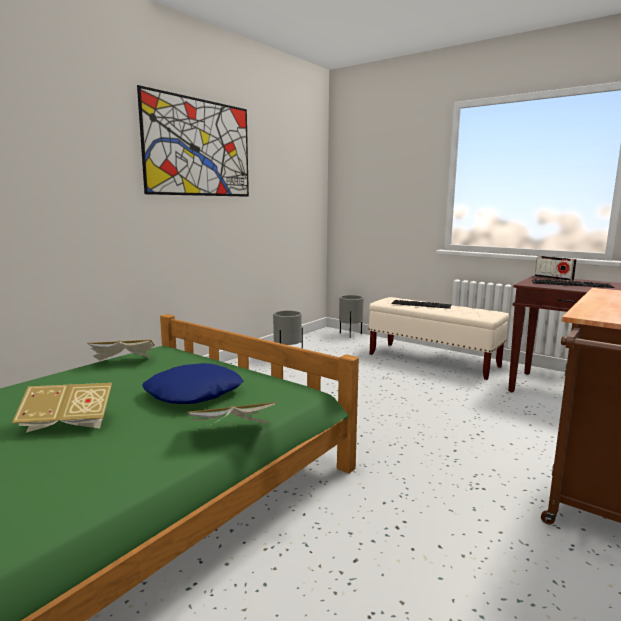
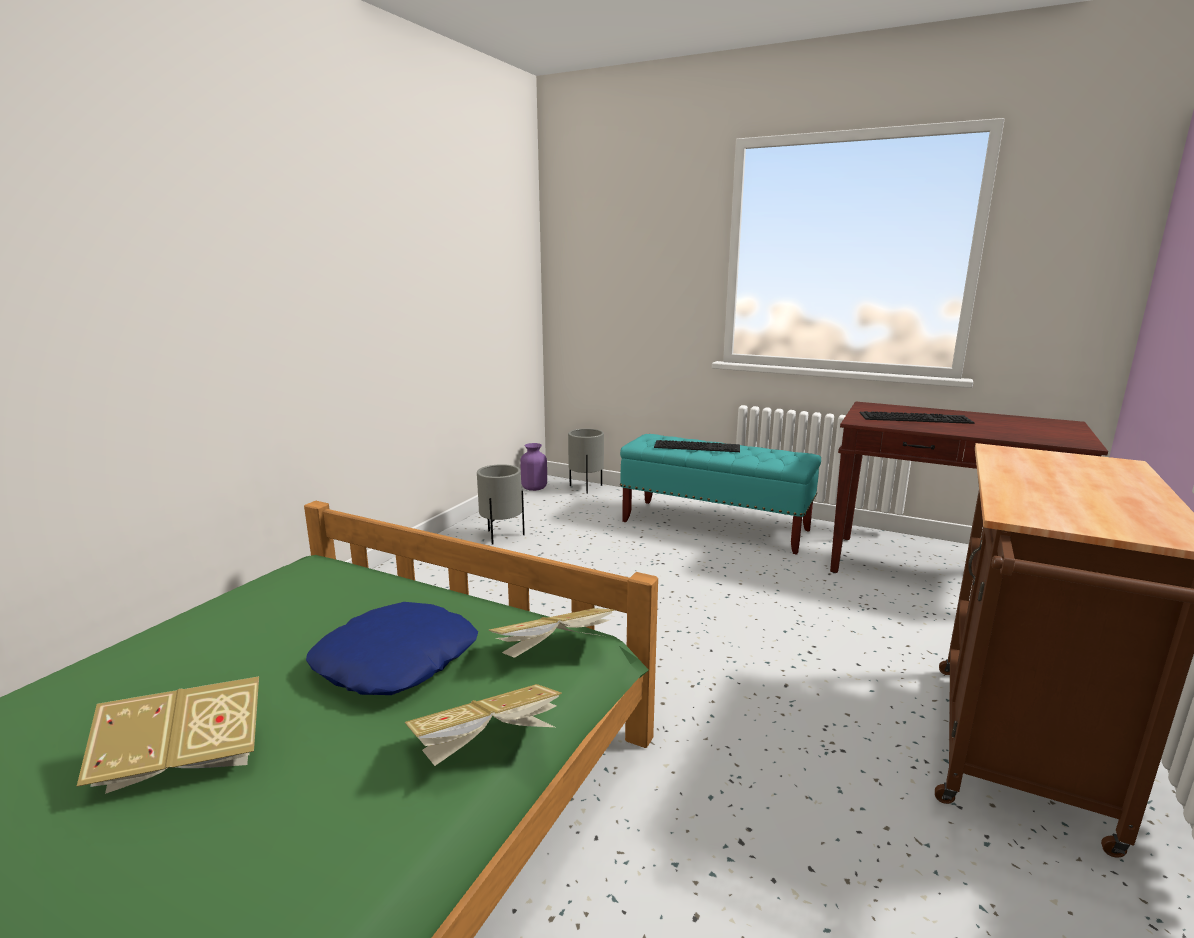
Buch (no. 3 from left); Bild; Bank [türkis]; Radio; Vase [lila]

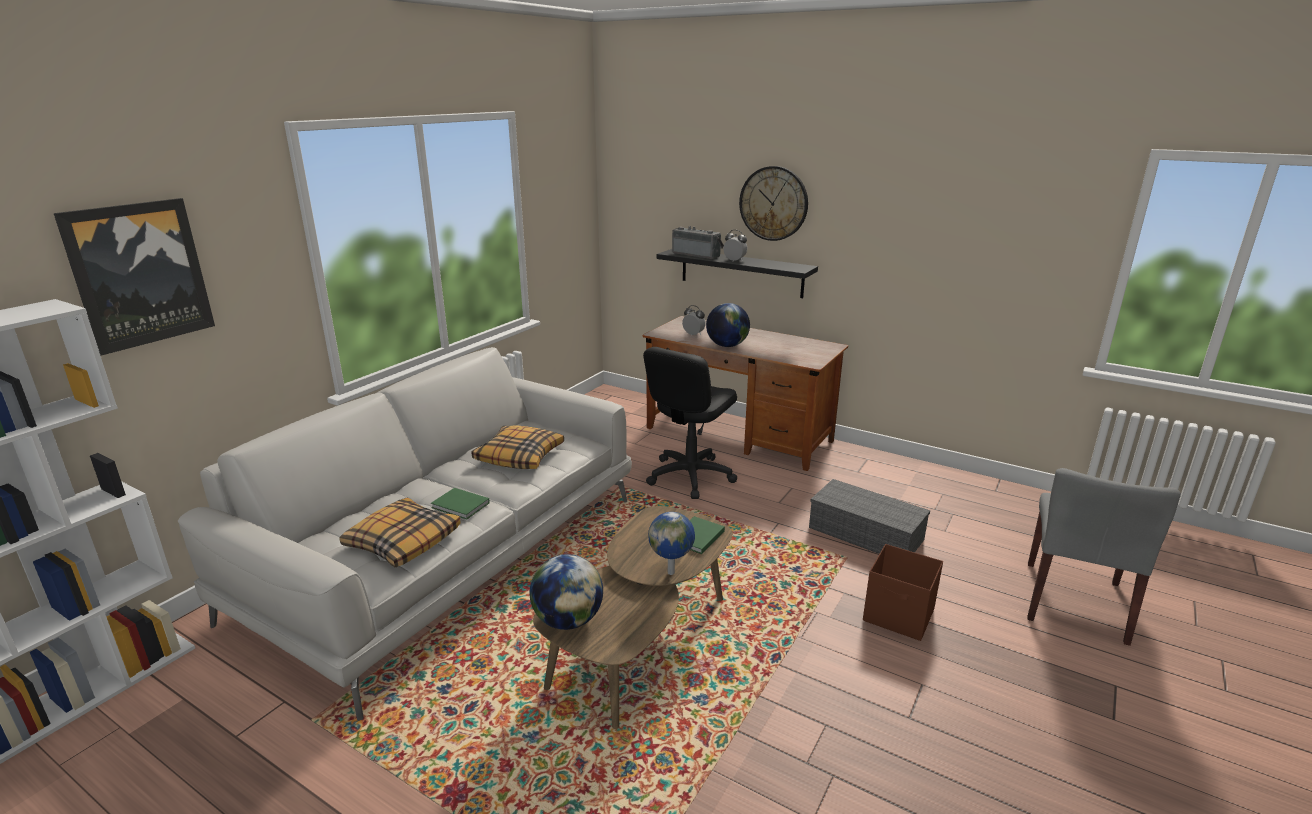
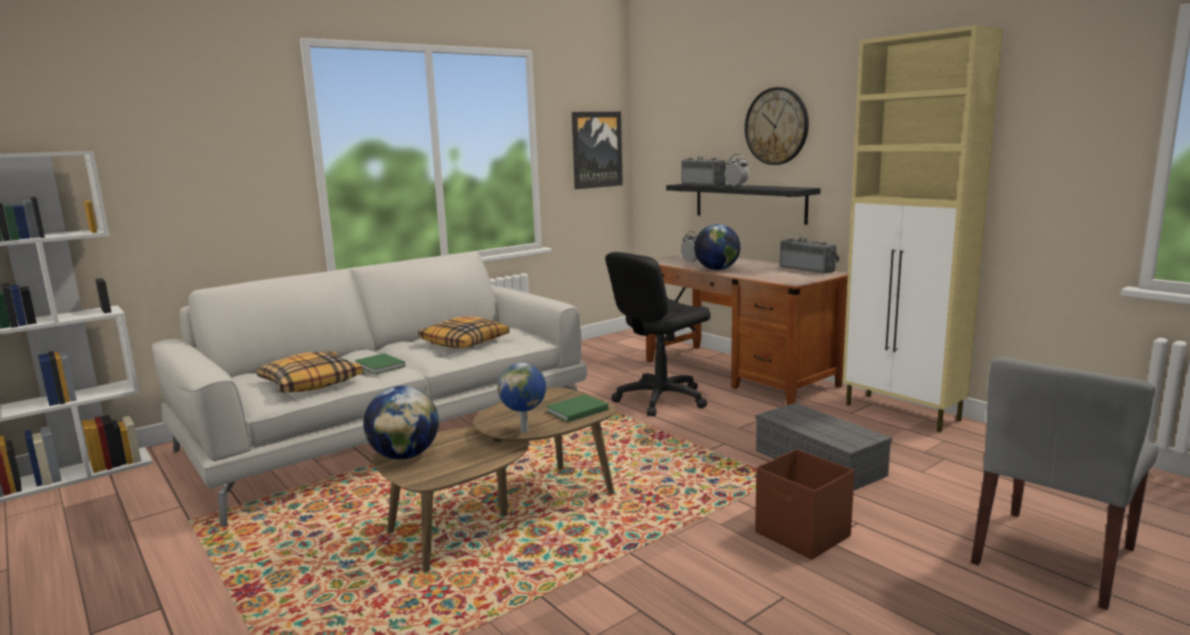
Bild; Radio (no. 2 from left); Schrank [beige]

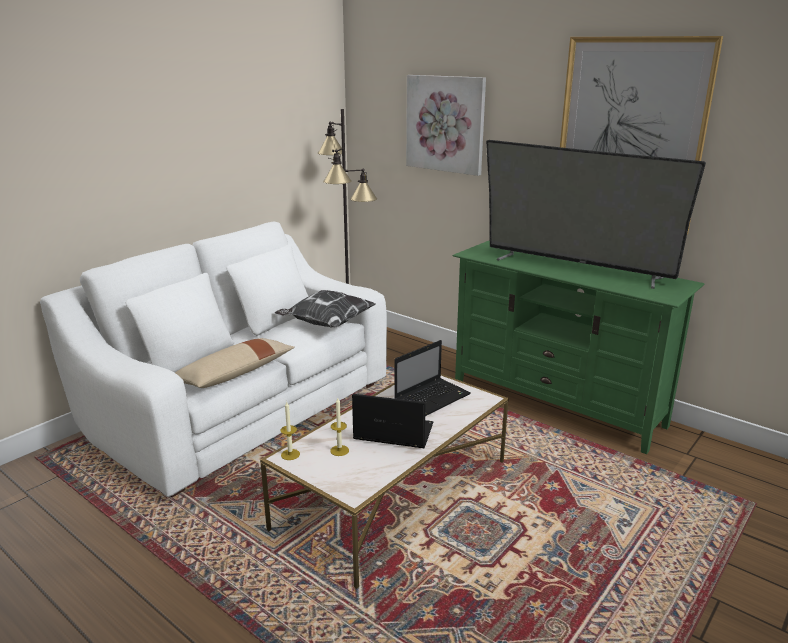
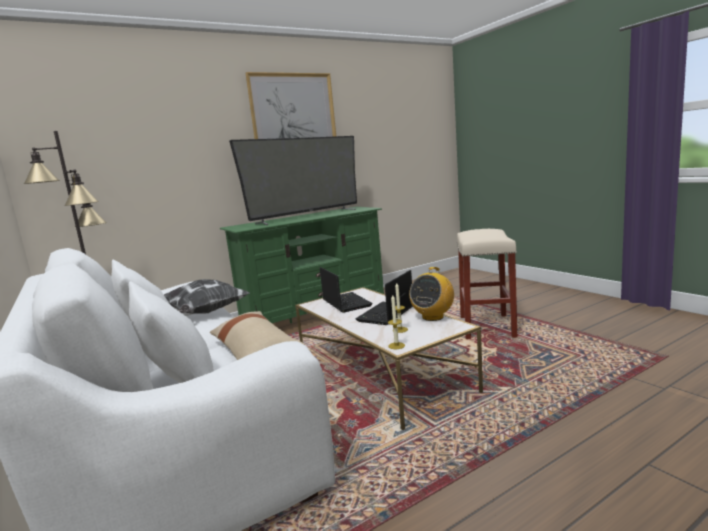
Bild (no. 1 from left in the first image); Radio; Hocker [beige]

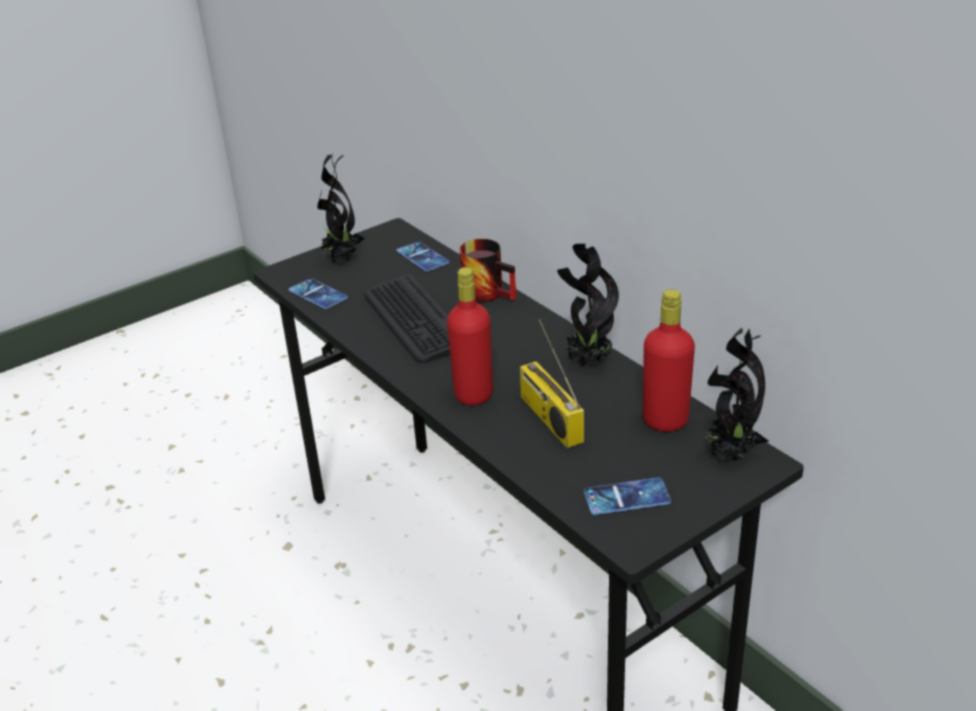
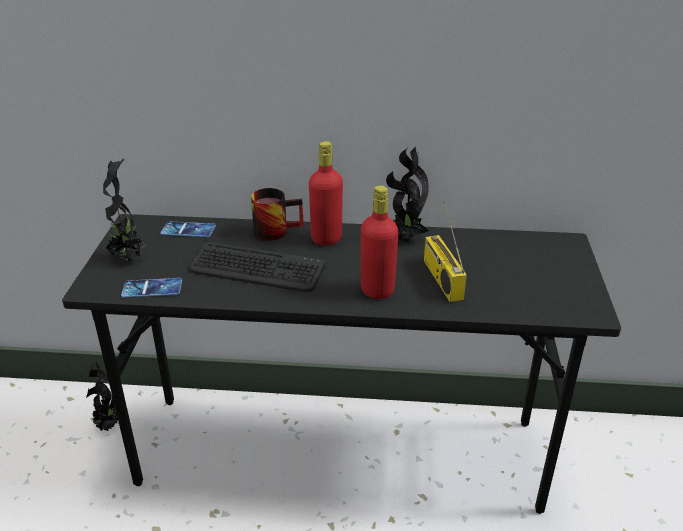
Radio; Handy (no. 3 from left in the first image); Flasche [rot] (no. 1 from left); Topfpflanze (no. 1 from left)

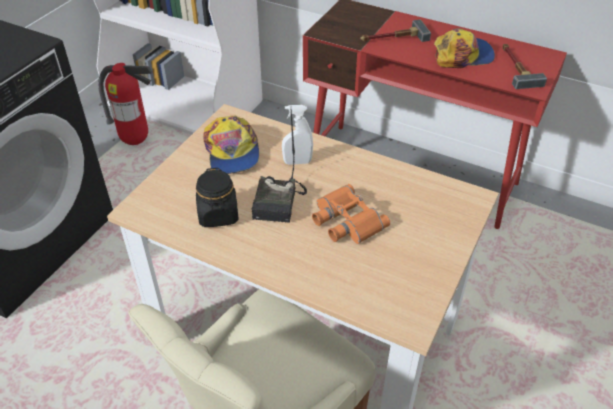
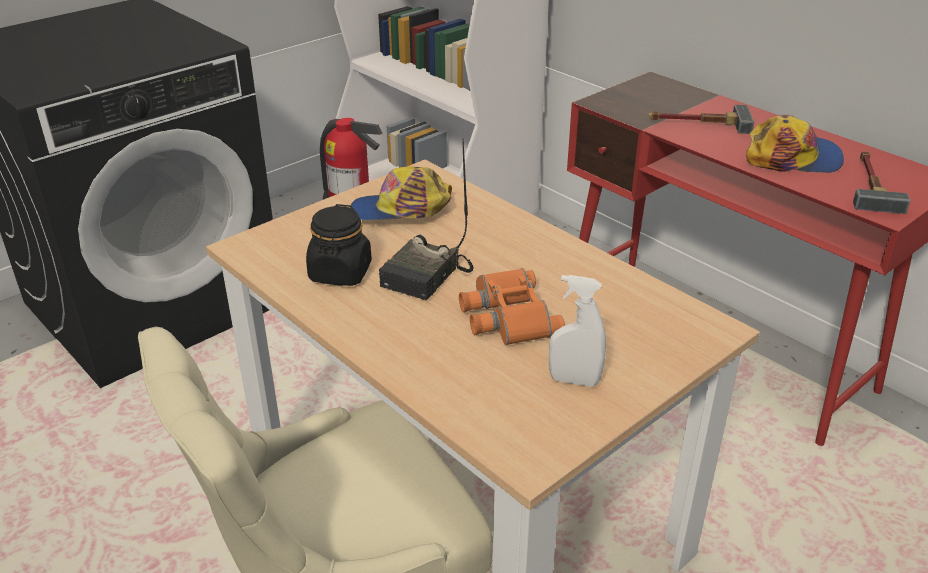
Kappe (no. 1 from left); Sprühflasche [weiß]

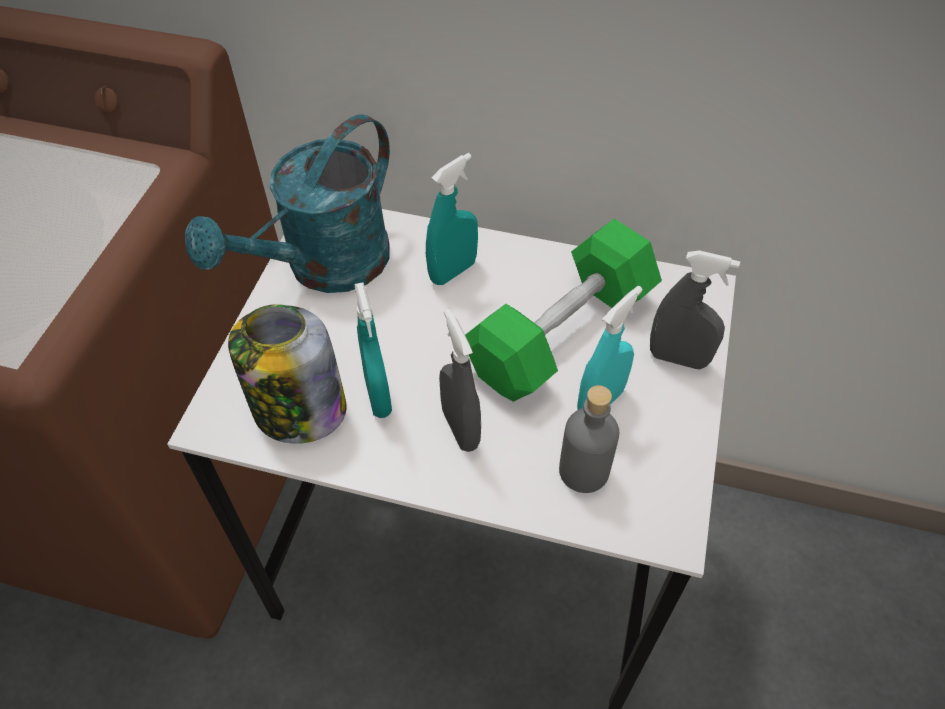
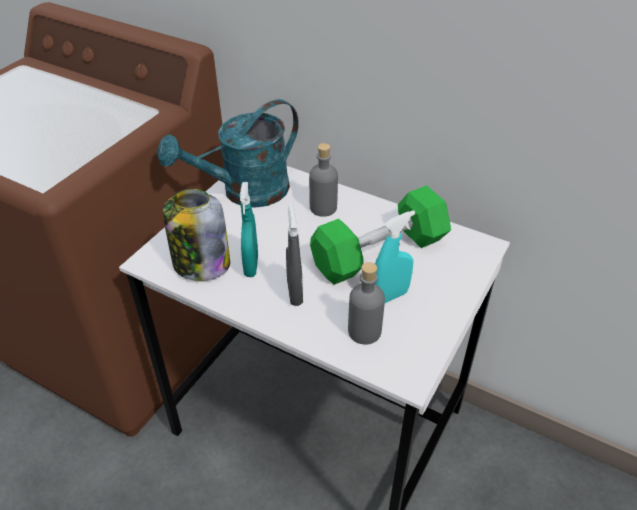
Flasche [grau] (no. 1 from left); Sprühflasche [grau] (no. 2 from left in the first image)

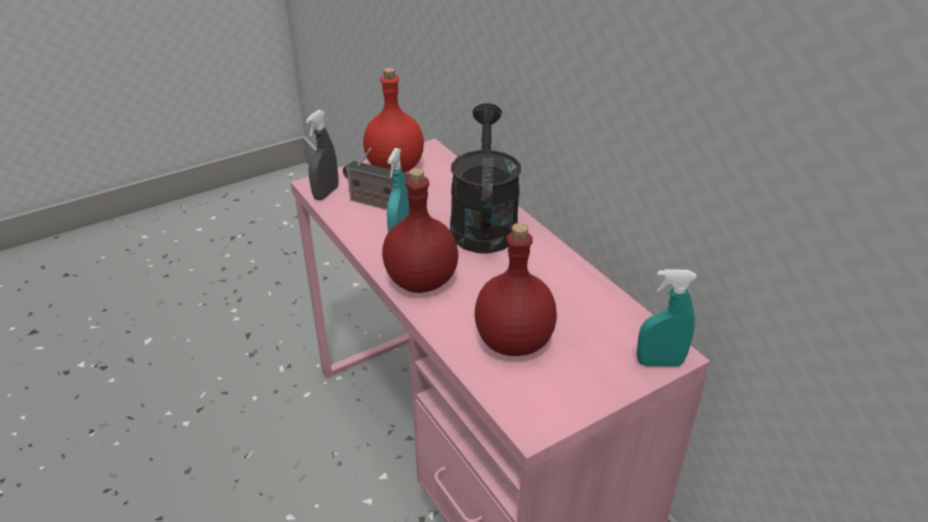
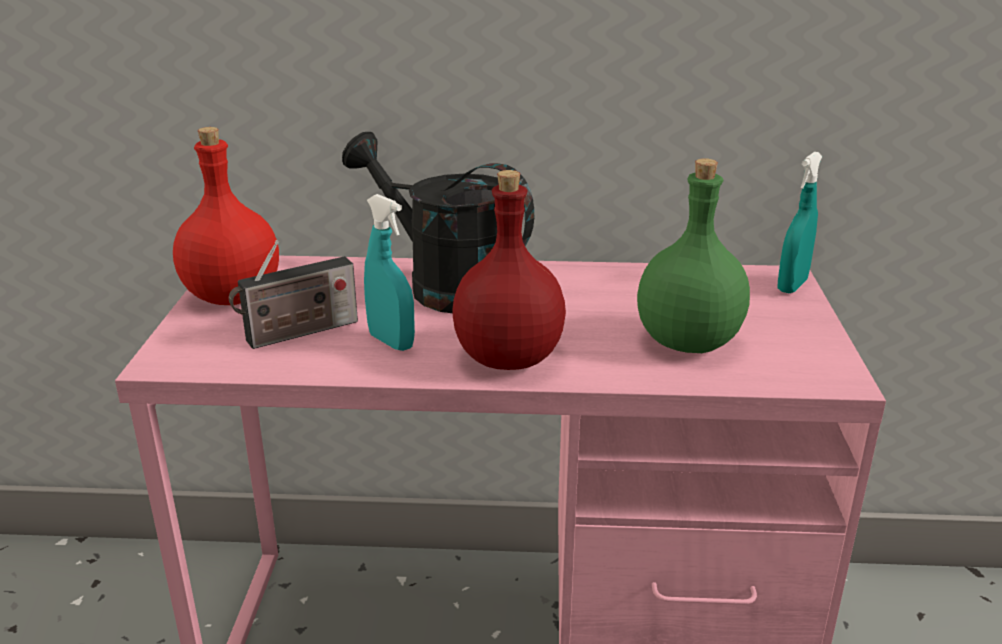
Sprühflasche [grau]; Flasche [grün]

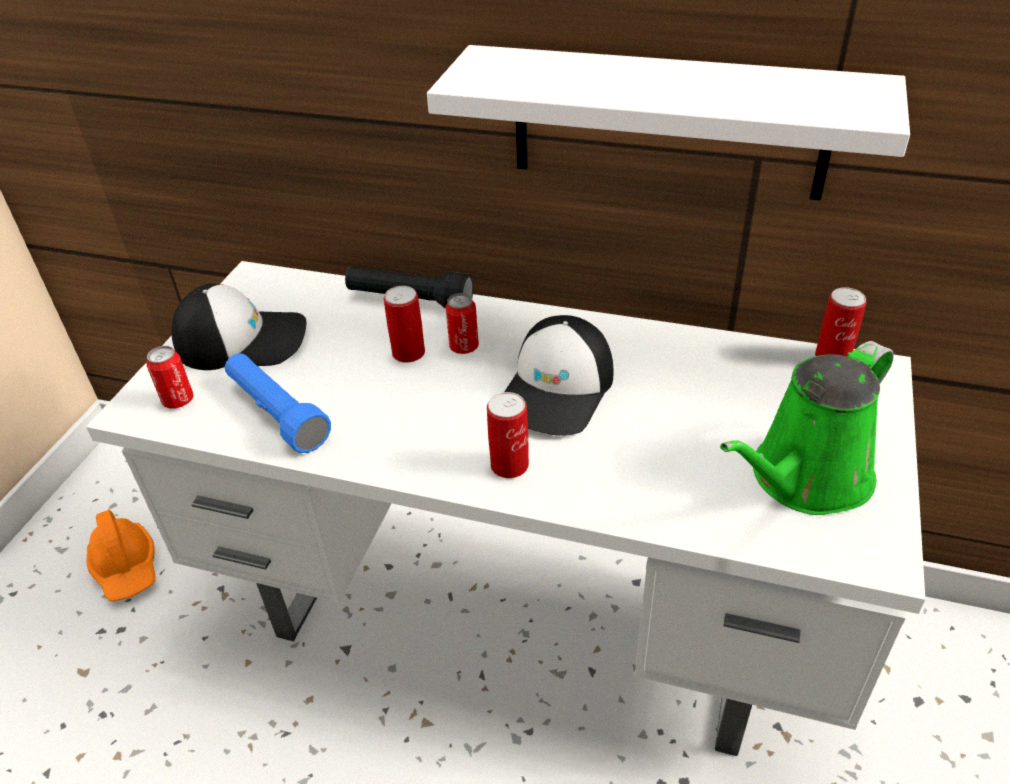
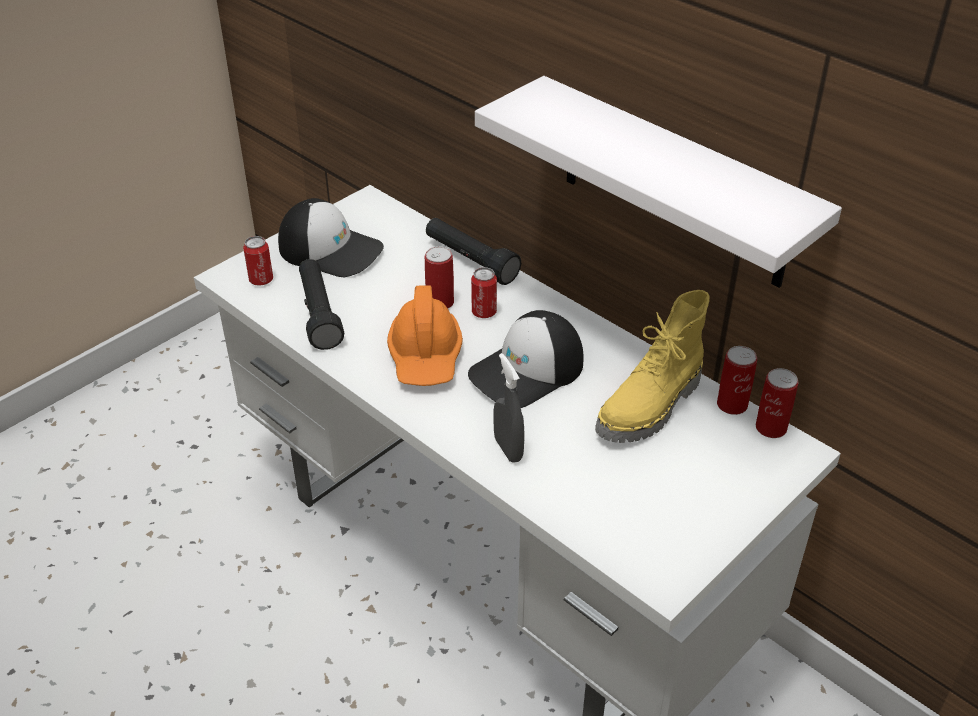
Schutzhelm [orange]; Taschenlampe [schwarz] (no. 1 from left); Dose (no. 4 from left); Gießkanne [grün]; Sprühflasche [grau]; Stiefel [gelb]

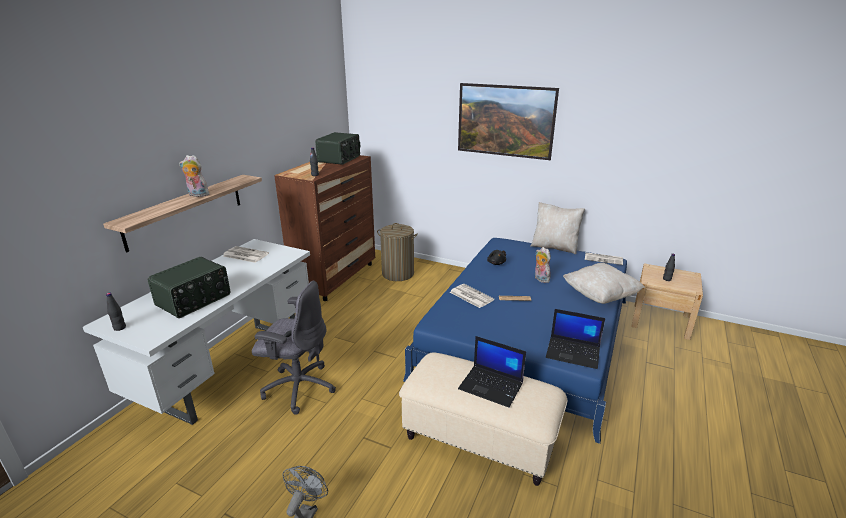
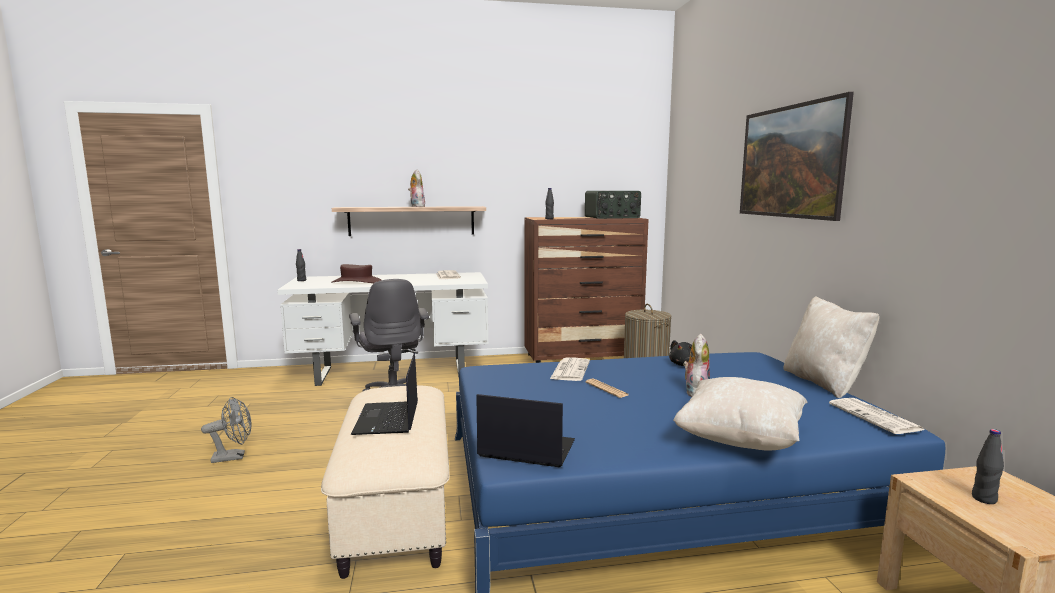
Hut [braun]; Laptop (no. 2 from left)

